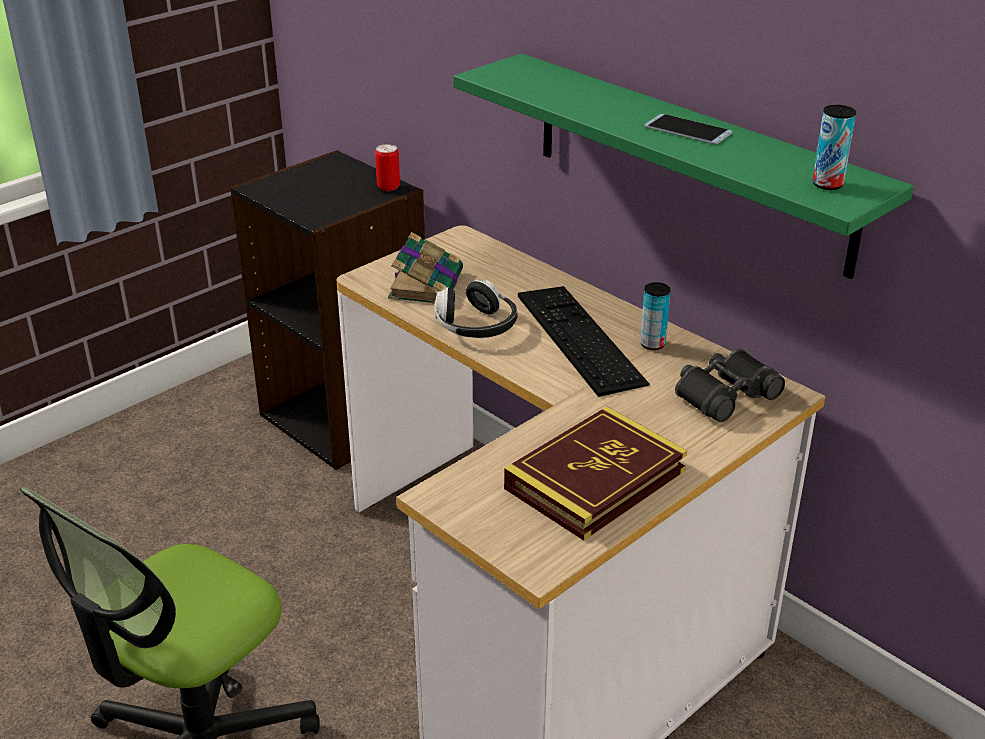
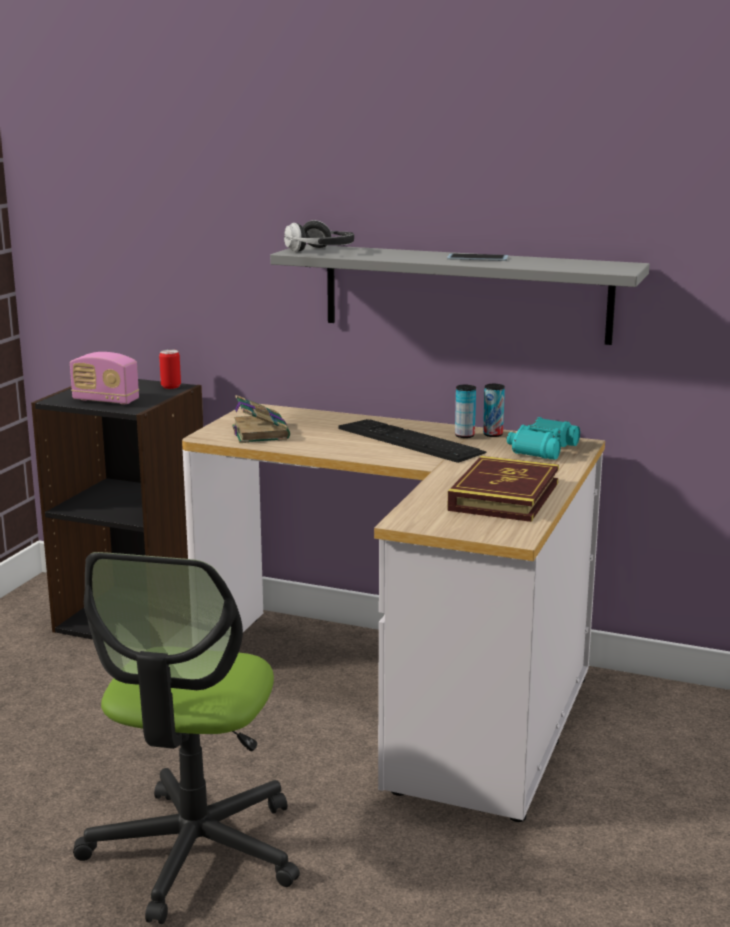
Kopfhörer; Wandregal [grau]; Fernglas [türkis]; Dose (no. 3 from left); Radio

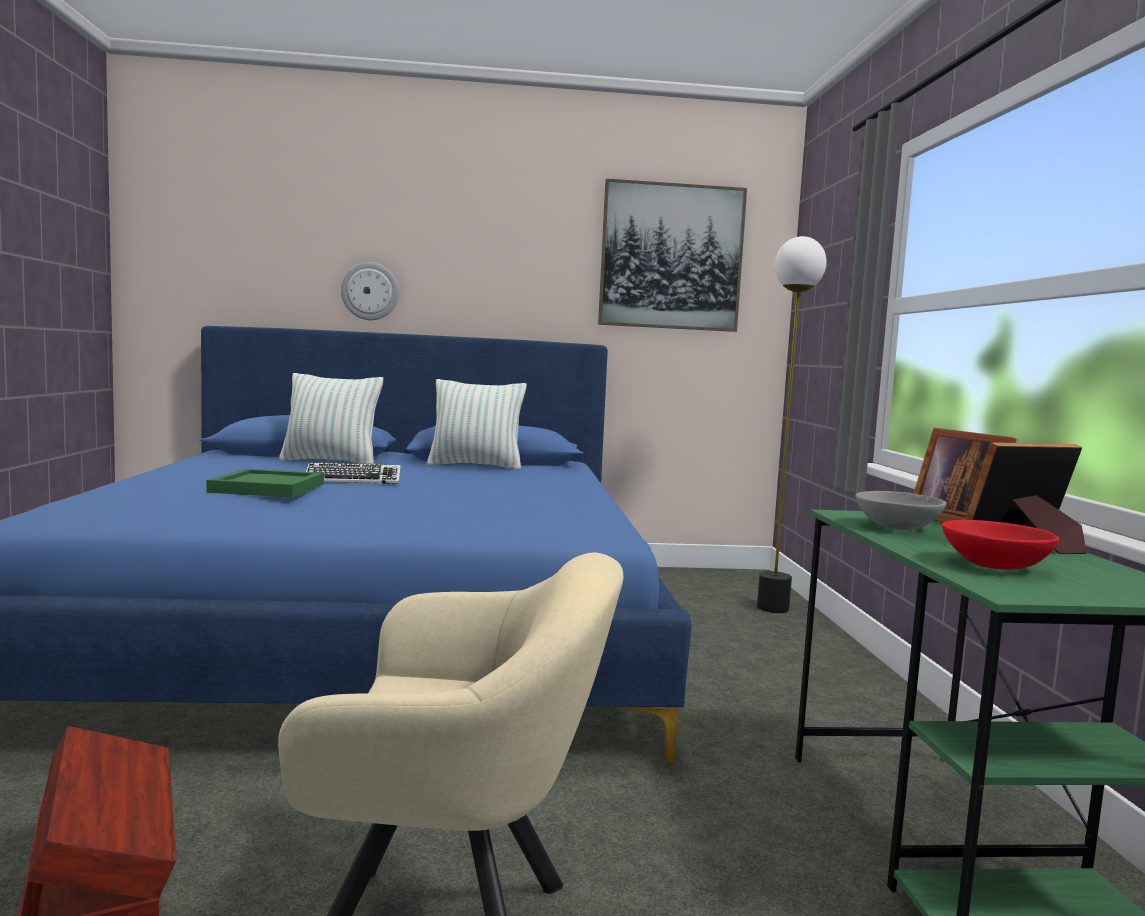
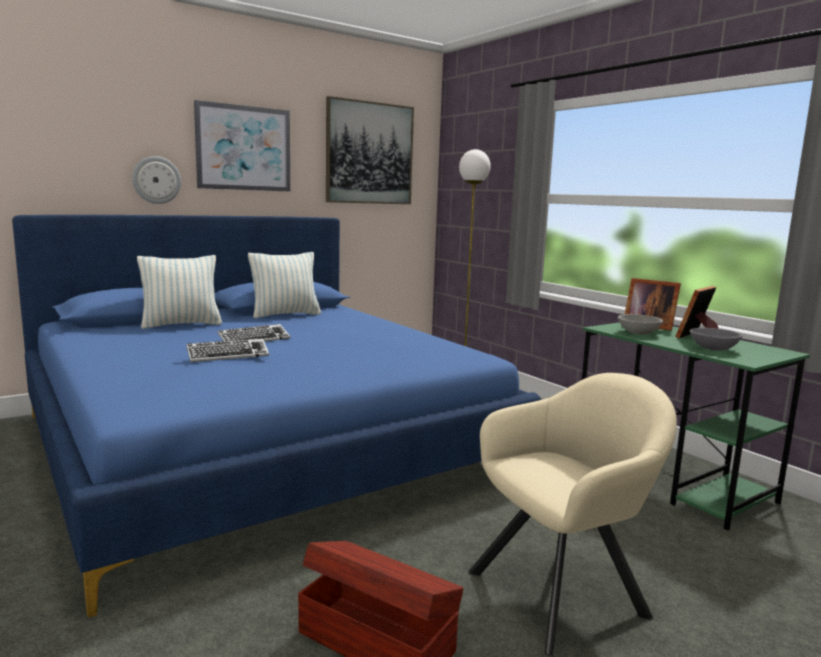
Tastatur (no. 1 from left); Schüssel [grau] (no. 2 from left); Bild (no. 1 from left)

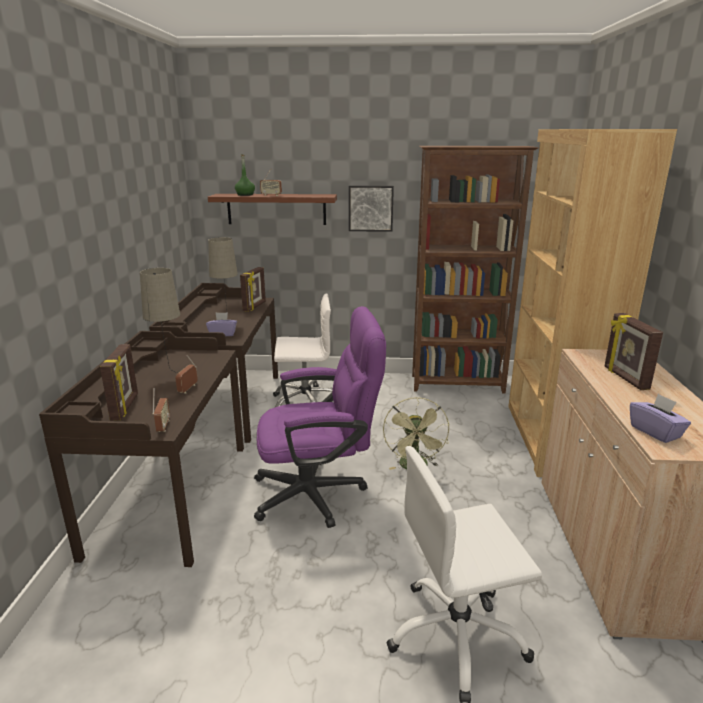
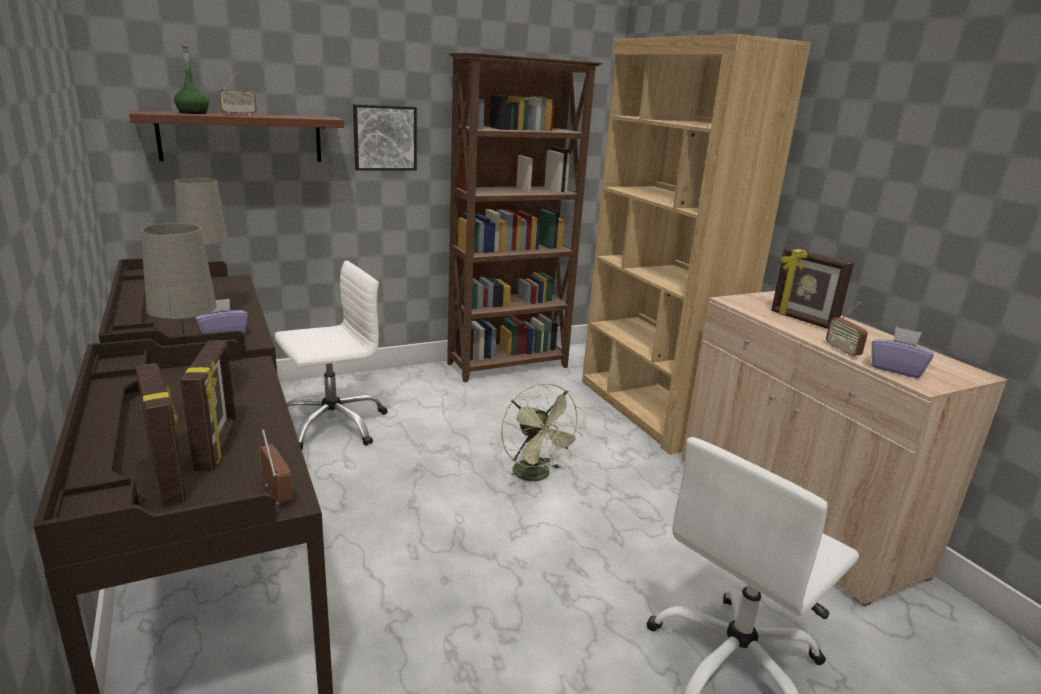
Radio (no. 3 from left); Bilderrahmen (no. 2 from left); Bürostuhl [lila]

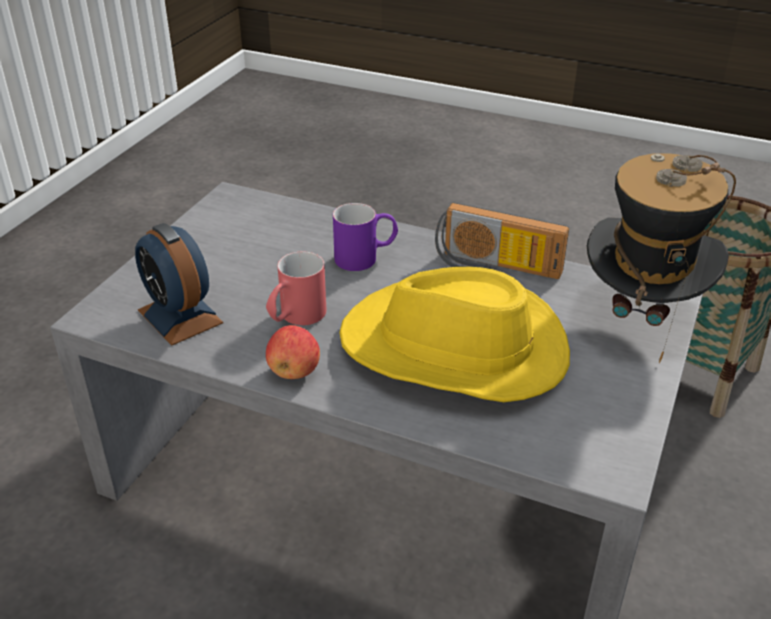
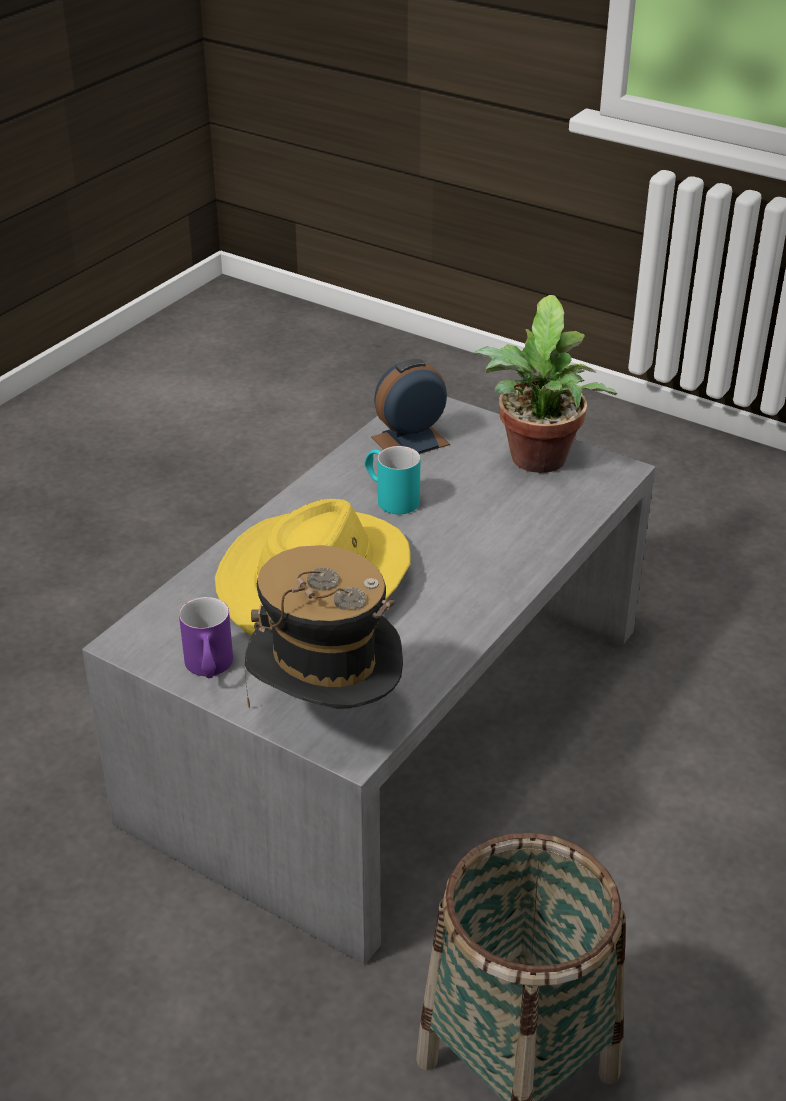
Henkelbecher [türkis]; Apfel; Henkelbecher [lila]; Radio; Topfpflanze

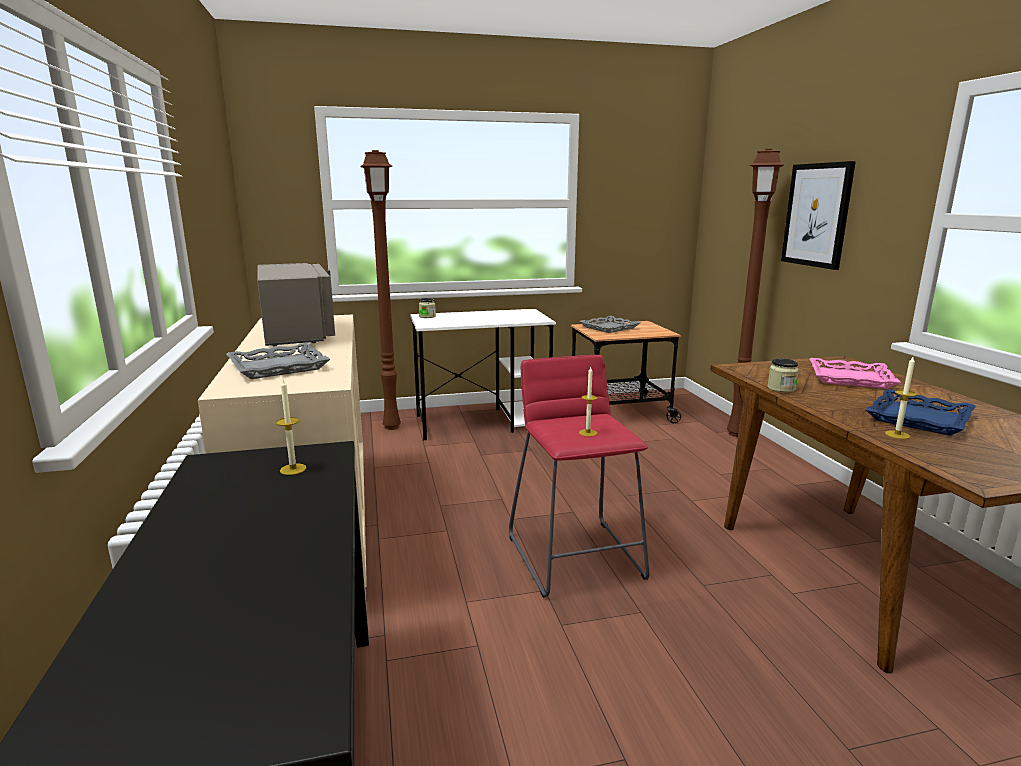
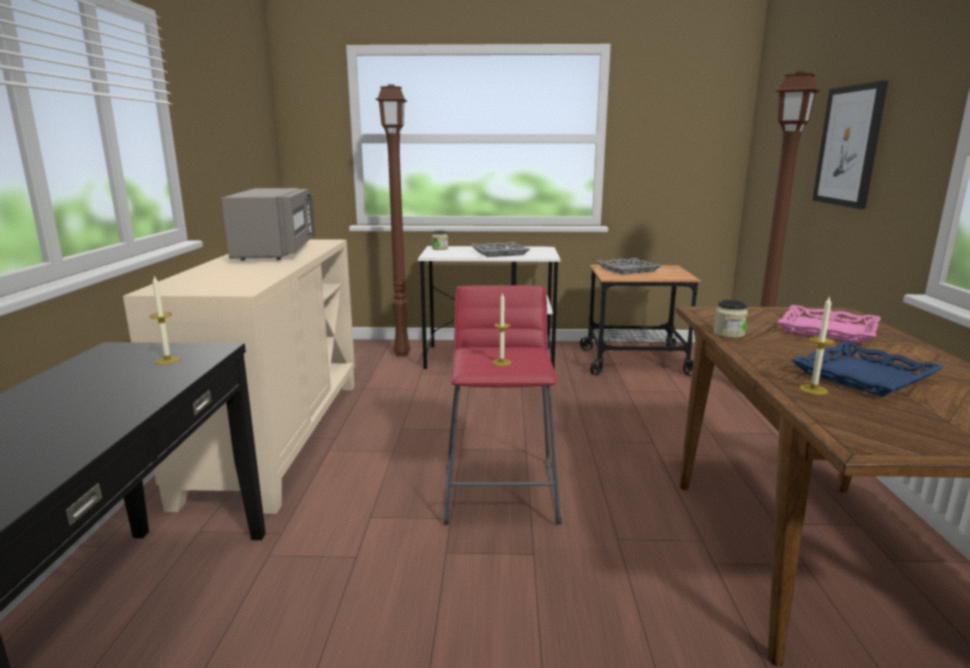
Tablett [grau] (no. 1 from left)

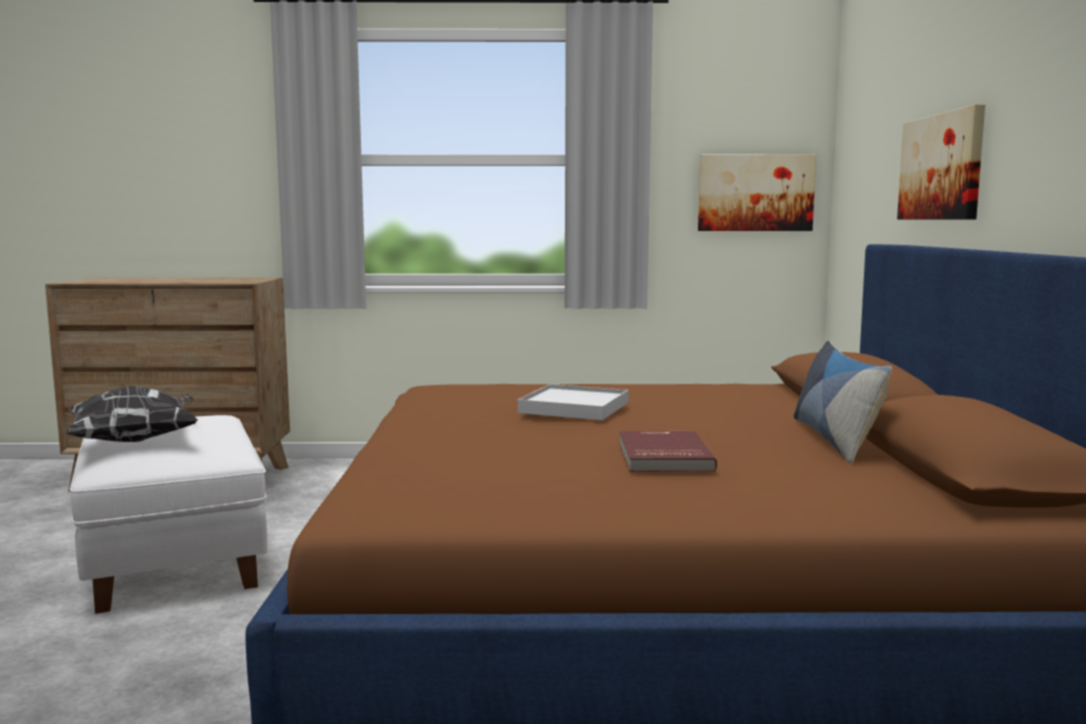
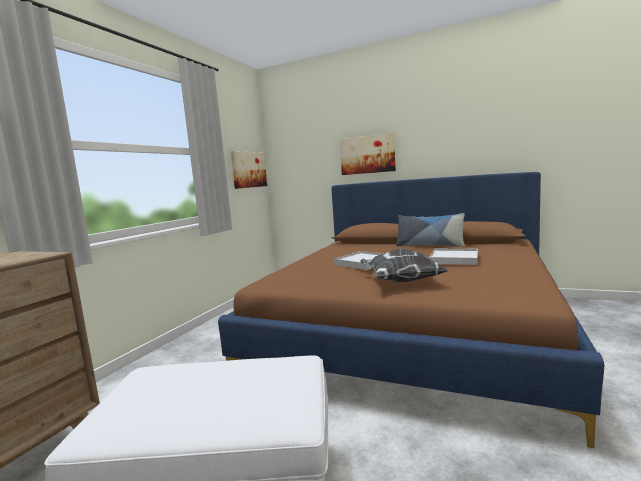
Kissen (no. 1 from left); Tablett [weiß] (no. 2 from left)

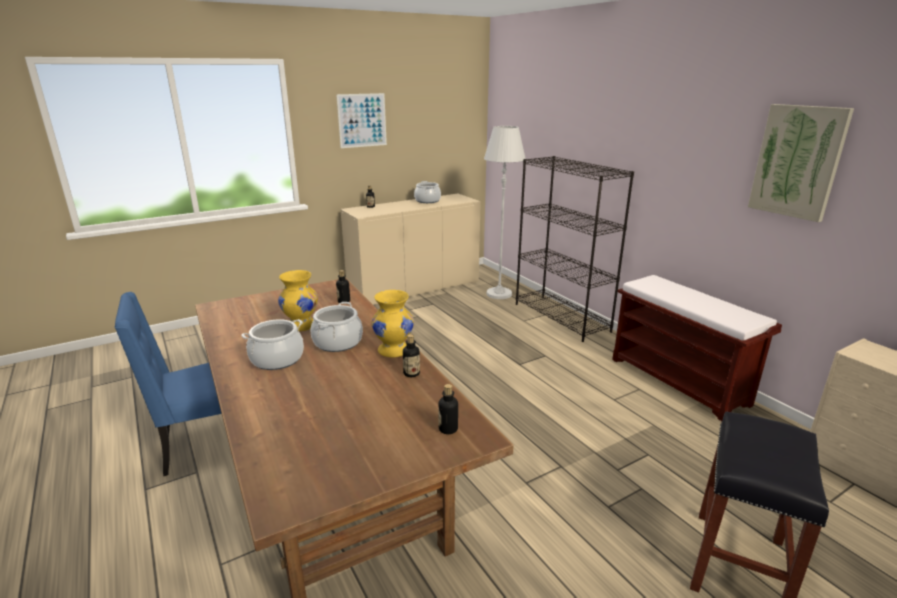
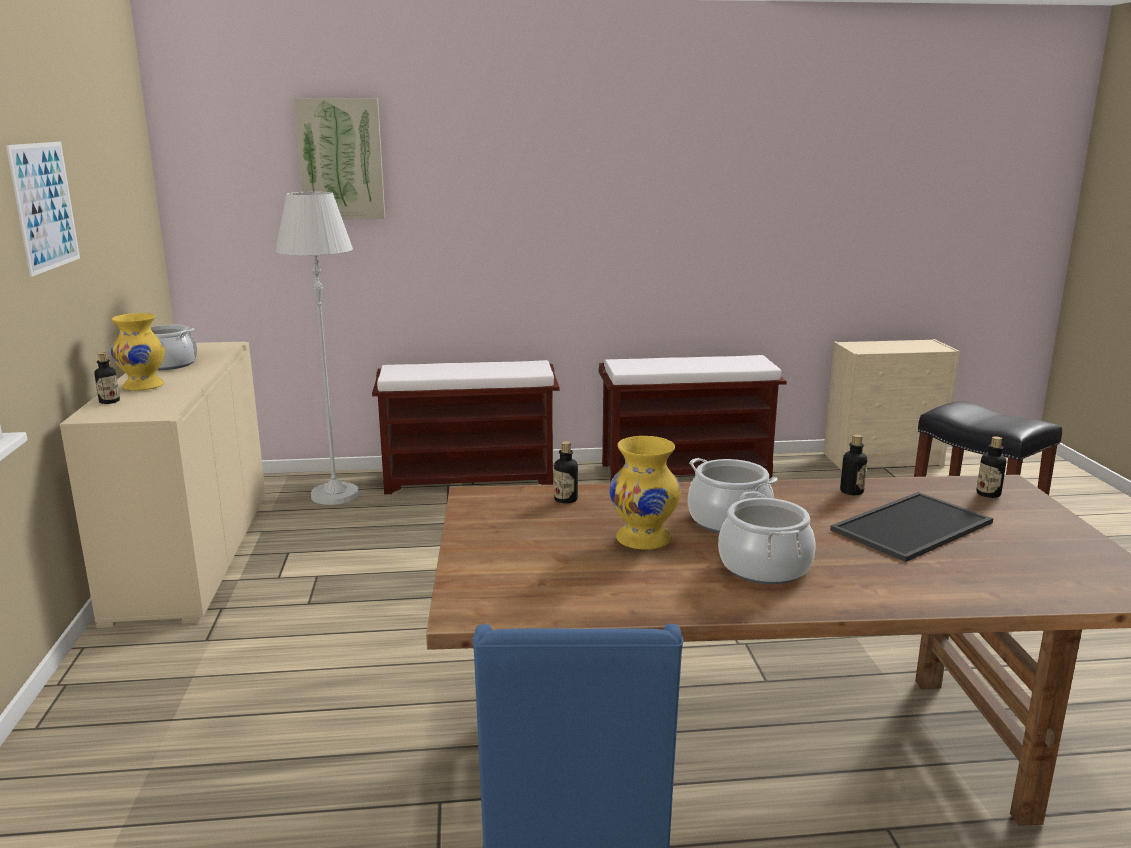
Vase [gelb] (no. 1 from left); Bank [braun] (no. 1 from left); Bild (no. 2 from left); Tablett

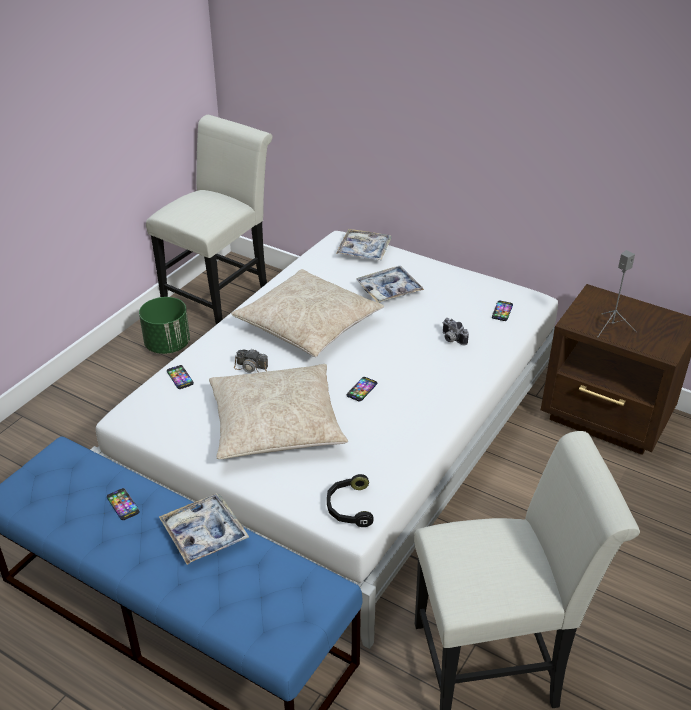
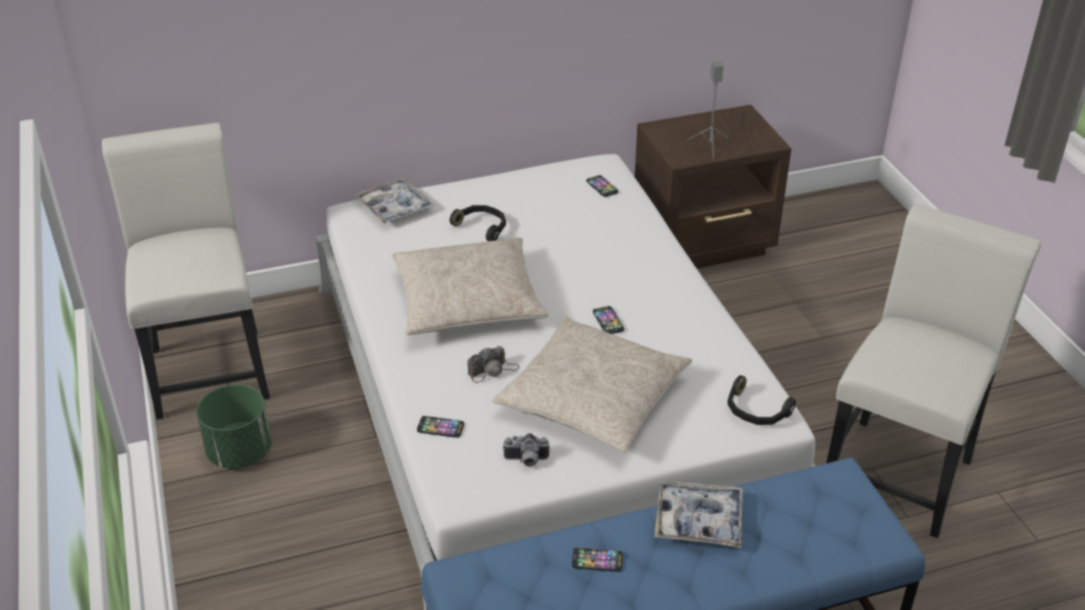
Kopfhörer [schwarz] (no. 1 from left); Kamera (no. 2 from left)

